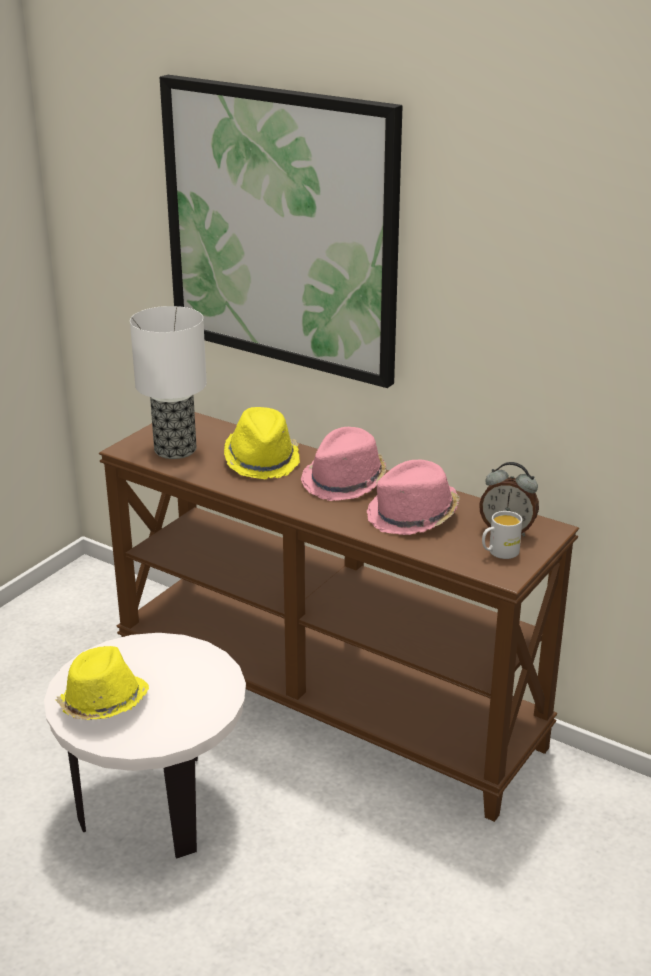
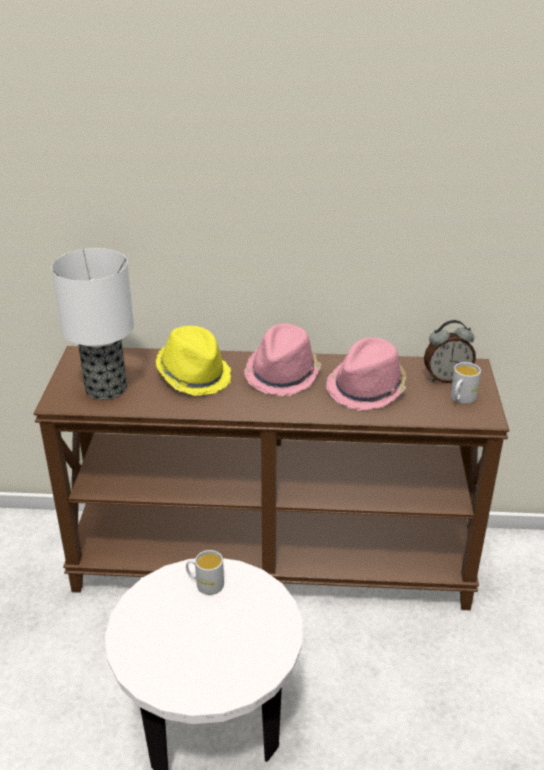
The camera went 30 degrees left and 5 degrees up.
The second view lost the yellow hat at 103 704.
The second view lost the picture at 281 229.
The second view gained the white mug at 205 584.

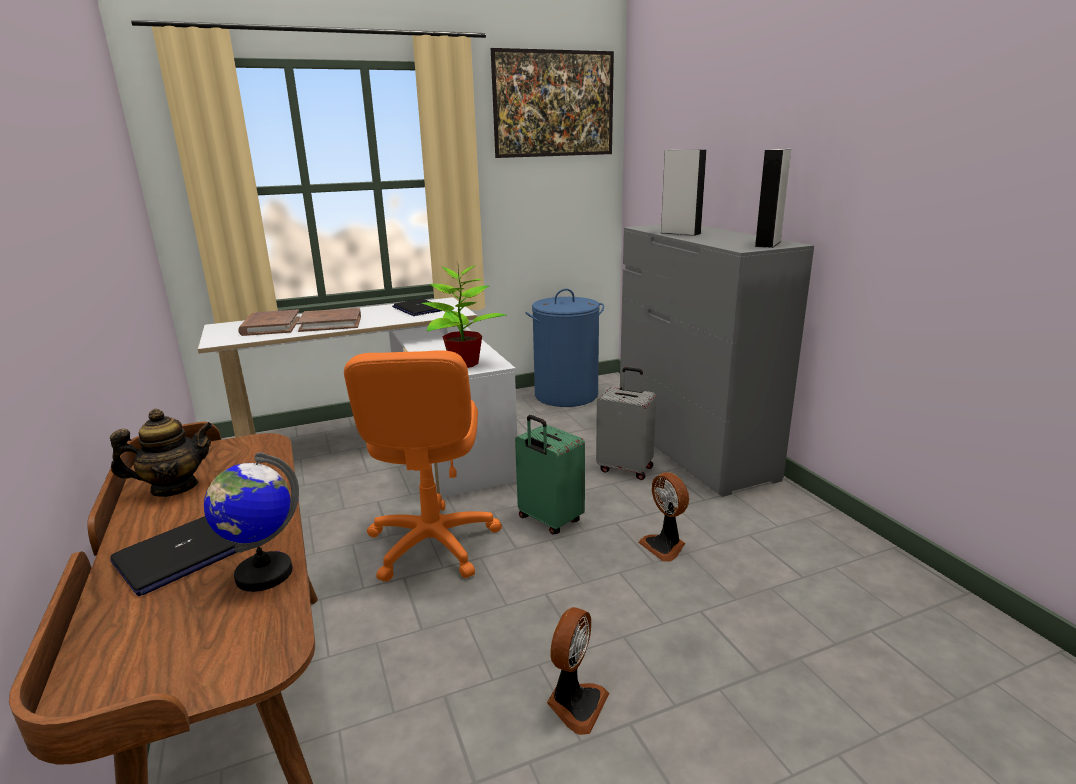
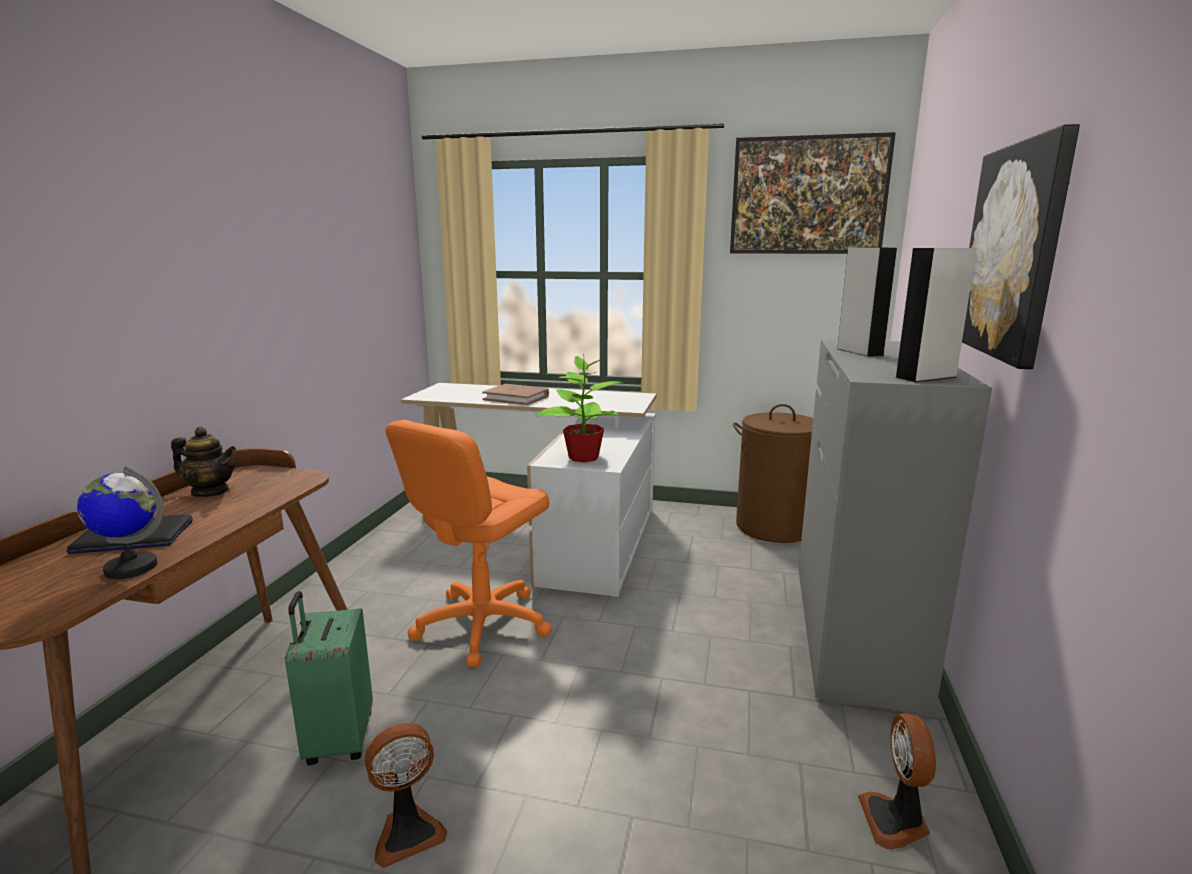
The camera went 35 degrees right and 5 degrees down.
The second view lost the brown book at 271 326.
The second view lost the laptop at 417 309.
The green suitcase ended up elsewhere, having gone from 549 520 to 338 740.
What was the blue laundry basket at 566 395 turned into the brown laundry basket at 774 527.
The second view lost the grey suitcase at 626 468.
The fan ended up elsewhere, having gone from 665 546 to 895 821.
The second view gained the picture at 1014 252.

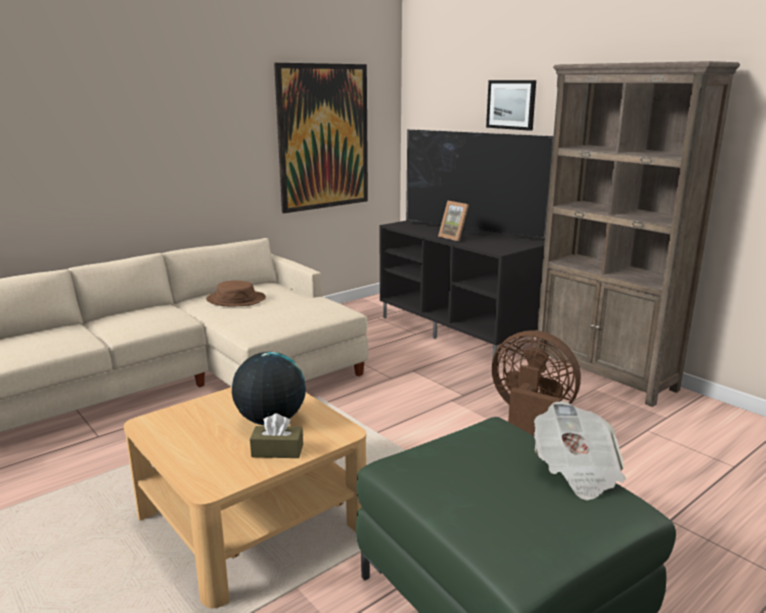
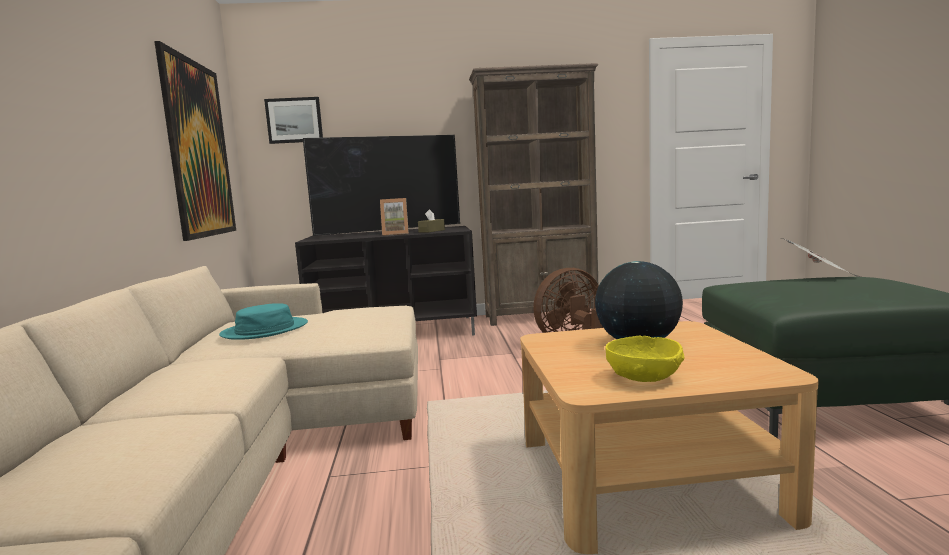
The camera went 55 degrees left and 10 degrees down.
What was the brown hat at 236 299 turned into the turquoise hat at 265 330.
The brown tissue box ended up elsewhere, having gone from 277 451 to 431 231.
The picture ended up elsewhere, having gone from 511 104 to 294 120.
The second view gained the yellow bowl at 643 377.

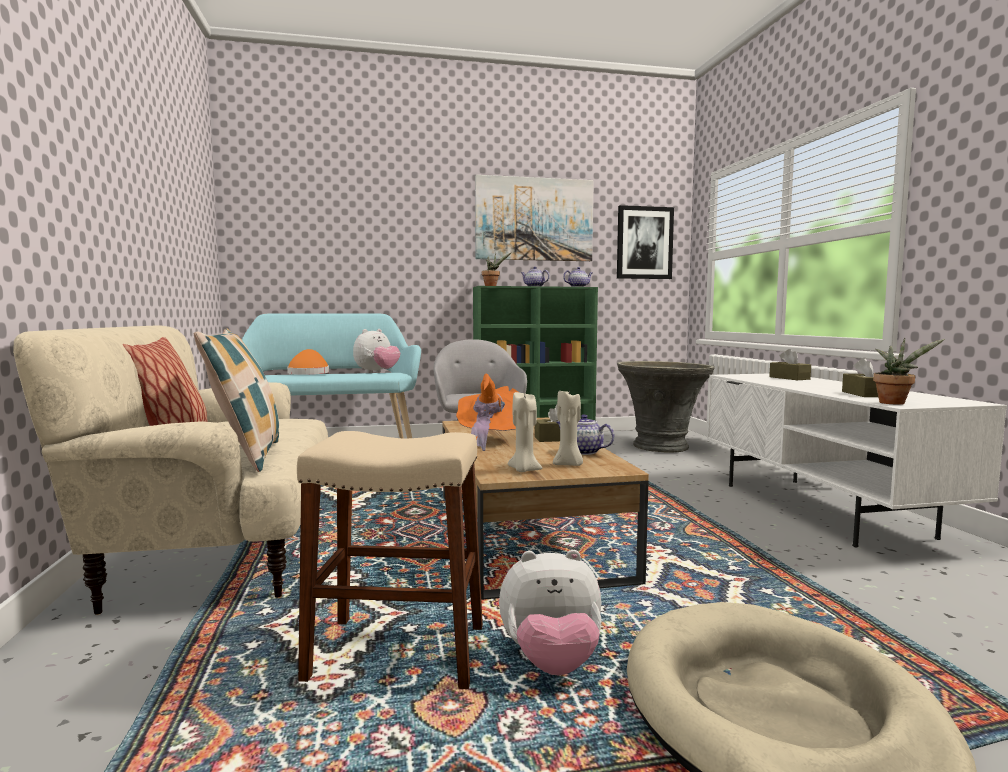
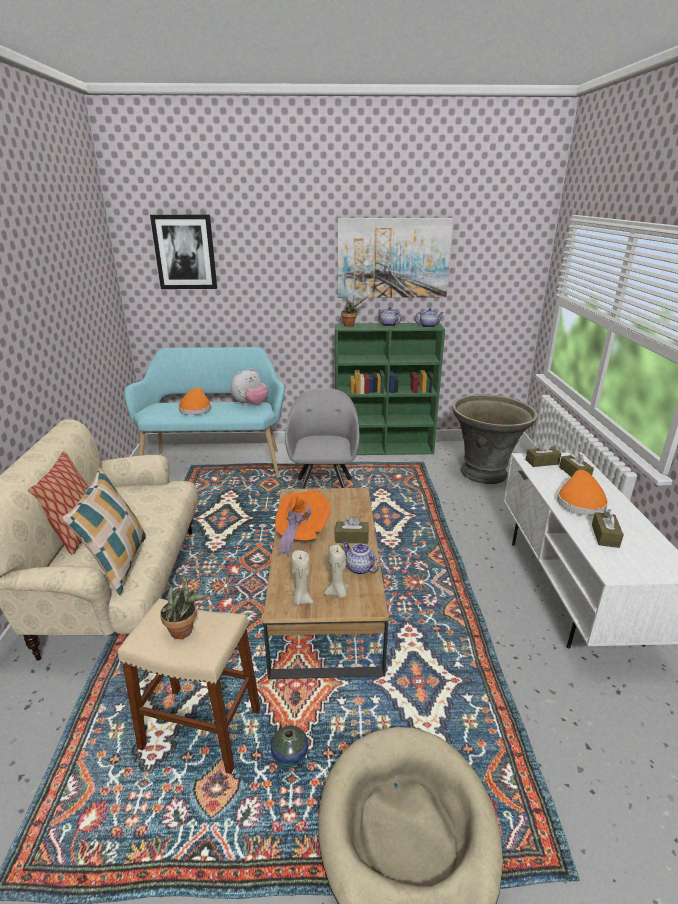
The camera went 10 degrees right and 20 degrees up.
Where the plush toy stood at 551 663, the vase came to stand at 290 754.
The picture ended up elsewhere, having gone from 644 243 to 185 252.
The potted plant ended up elsewhere, having gone from 895 403 to 185 631.
The second view gained the brown tissue box at 542 462.
The second view gained the orange hat at 579 502.

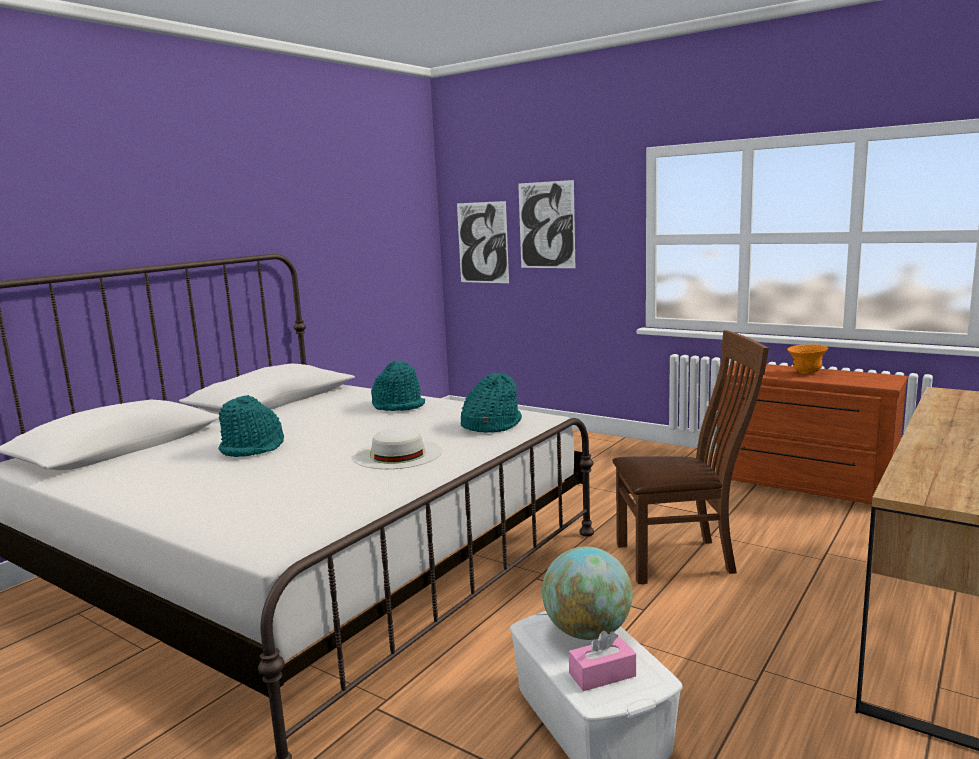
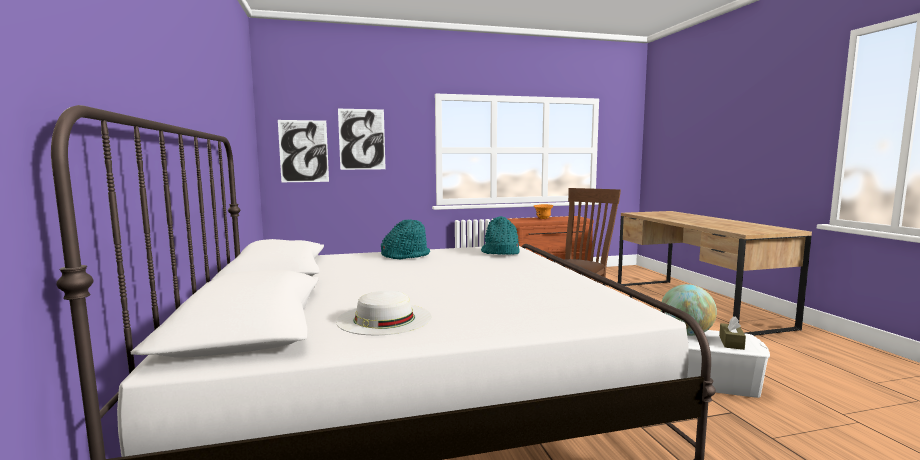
The camera went 50 degrees left and 5 degrees down.
The second view lost the turquoise hat at 253 448.
The white hat ended up elsewhere, having gone from 398 454 to 384 318.
What was the pink tissue box at 602 675 turned into the brown tissue box at 731 342.

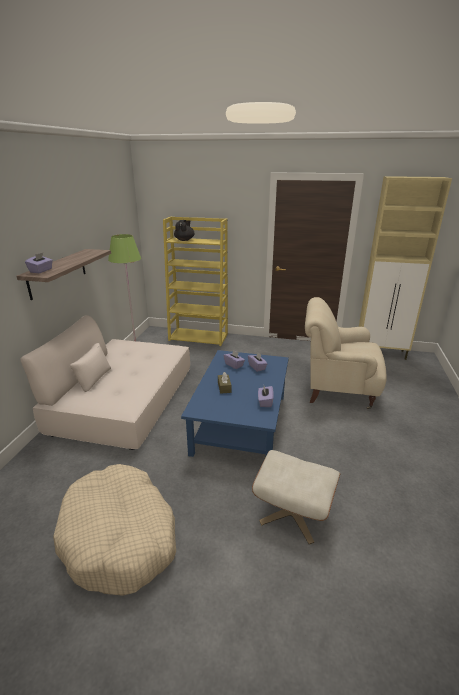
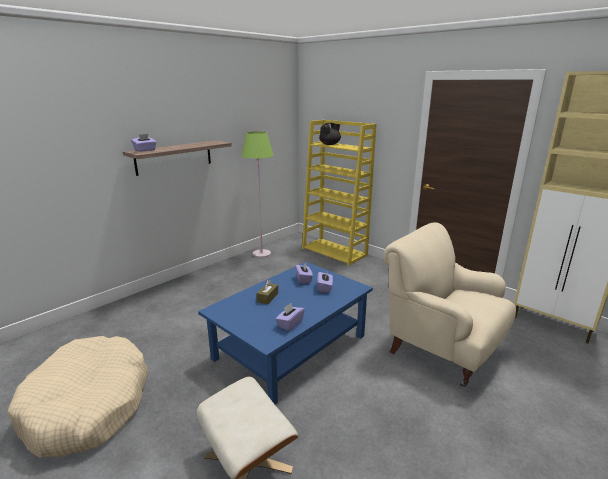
The camera went 30 degrees right and 5 degrees down.
The second view lost the beige sofa at 124 399.

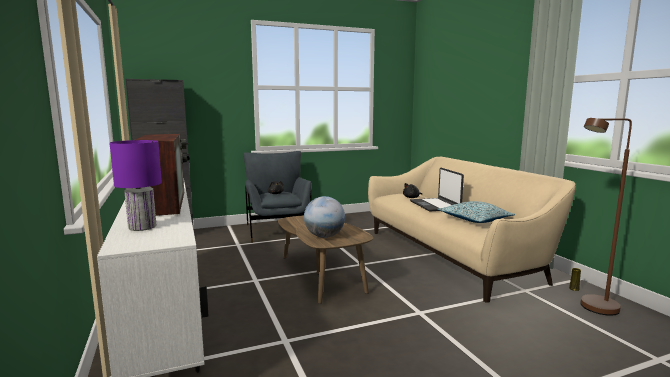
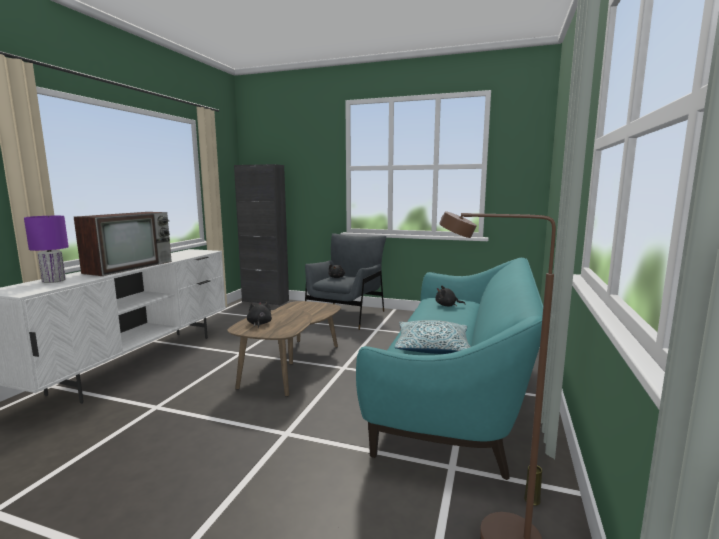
The camera went 40 degrees right and 0 degrees up.
Where the globe stood at 324 236, the black plush toy came to stand at 259 324.
What was the beige sofa at 451 255 turned into the turquoise sofa at 458 391.
The second view lost the laptop at 435 205.

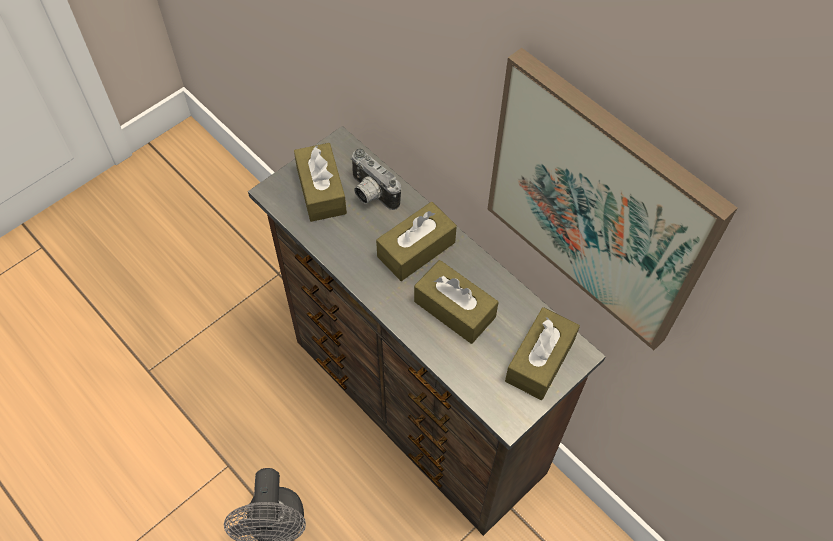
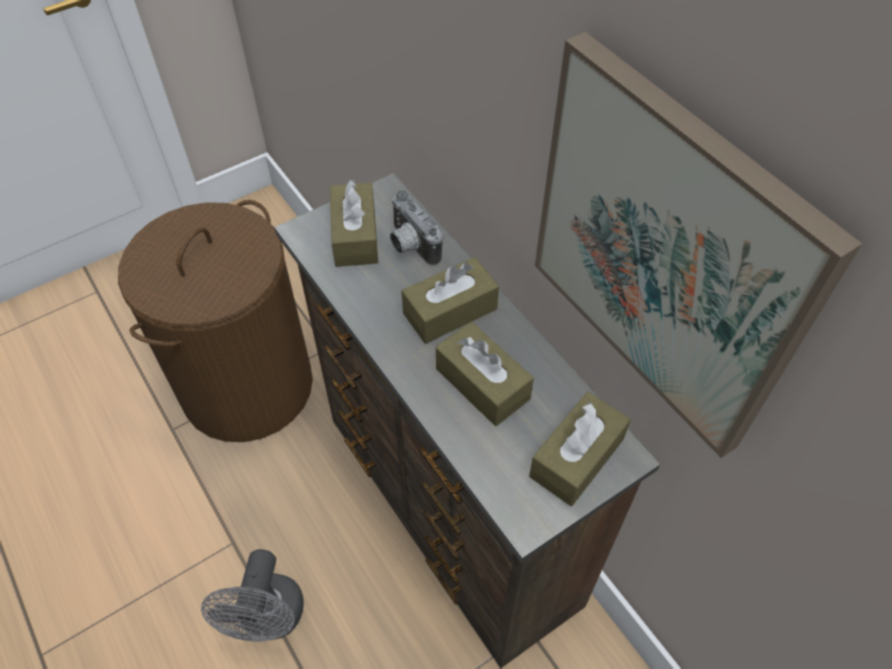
The camera went 10 degrees right and 5 degrees down.
The second view gained the brown laundry basket at 247 385.

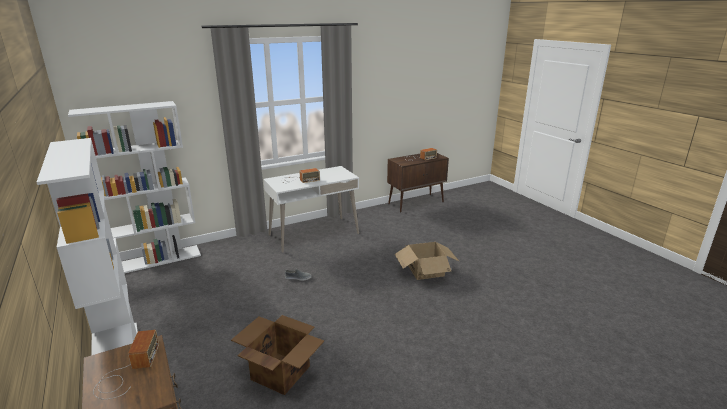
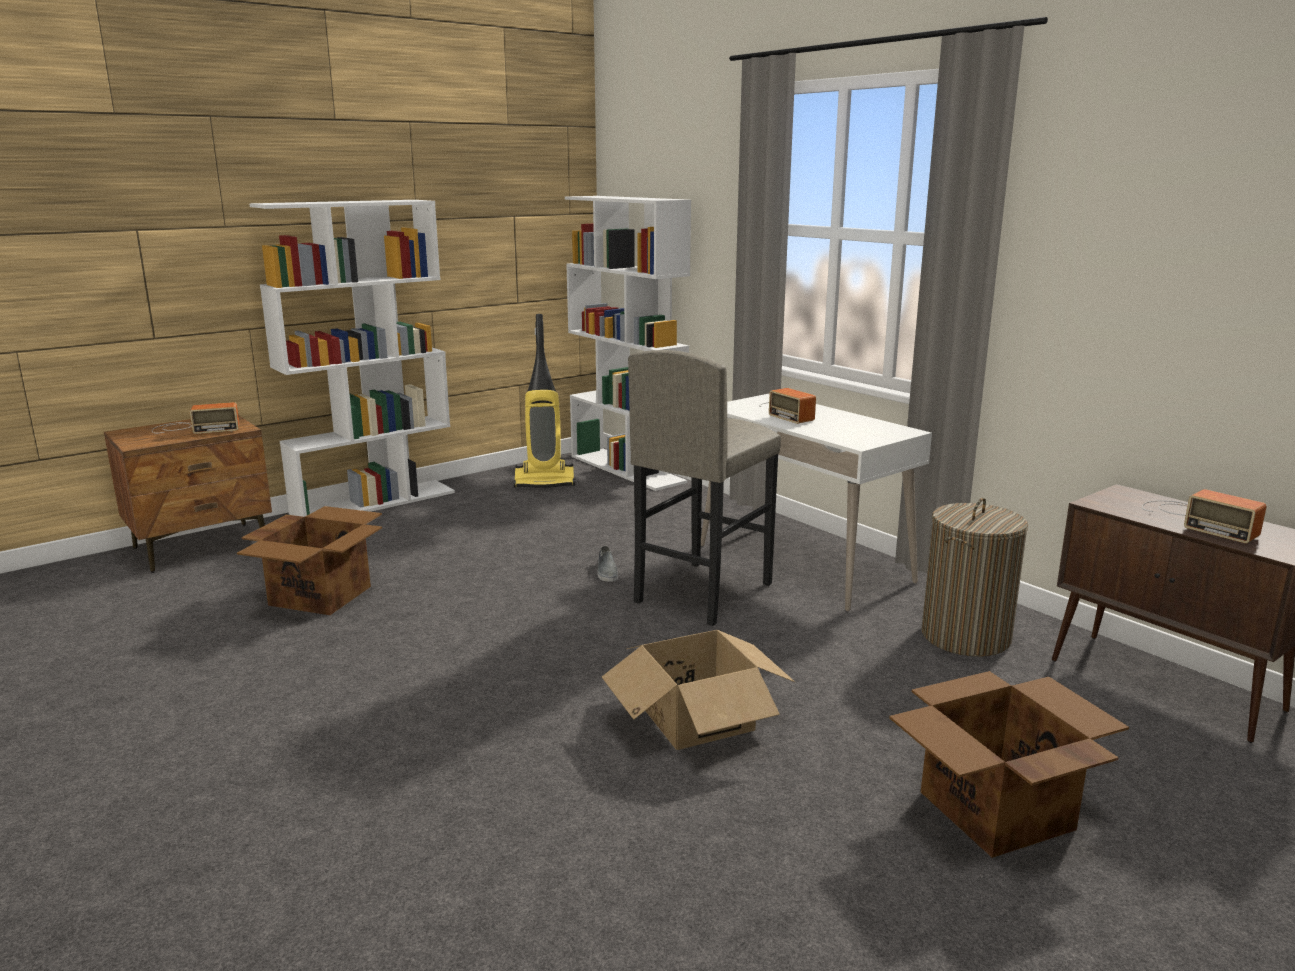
The camera went 80 degrees right and 5 degrees down.
The second view gained the vacuum cleaner at 545 481.
The second view gained the grey stool at 702 592.
The second view gained the cardboard box at 994 810.
The second view gained the laundry basket at 965 636.

